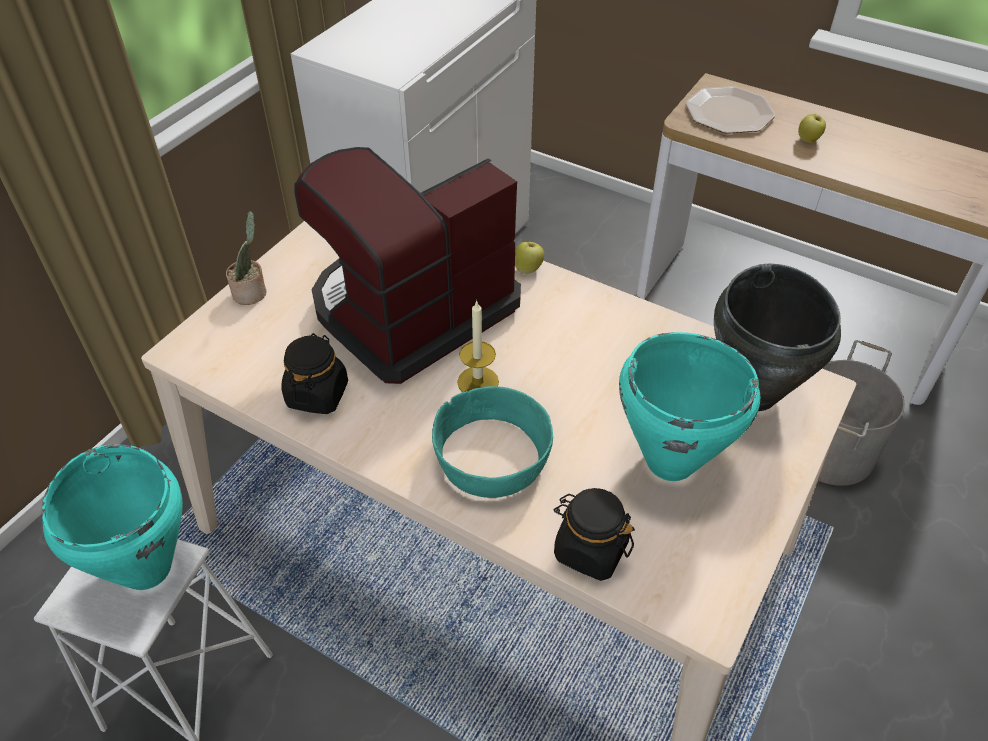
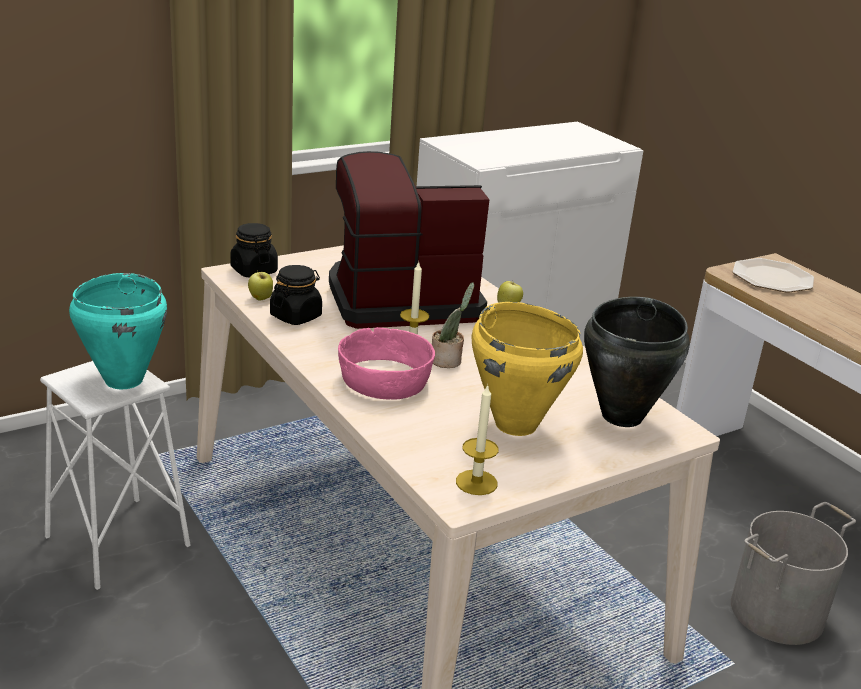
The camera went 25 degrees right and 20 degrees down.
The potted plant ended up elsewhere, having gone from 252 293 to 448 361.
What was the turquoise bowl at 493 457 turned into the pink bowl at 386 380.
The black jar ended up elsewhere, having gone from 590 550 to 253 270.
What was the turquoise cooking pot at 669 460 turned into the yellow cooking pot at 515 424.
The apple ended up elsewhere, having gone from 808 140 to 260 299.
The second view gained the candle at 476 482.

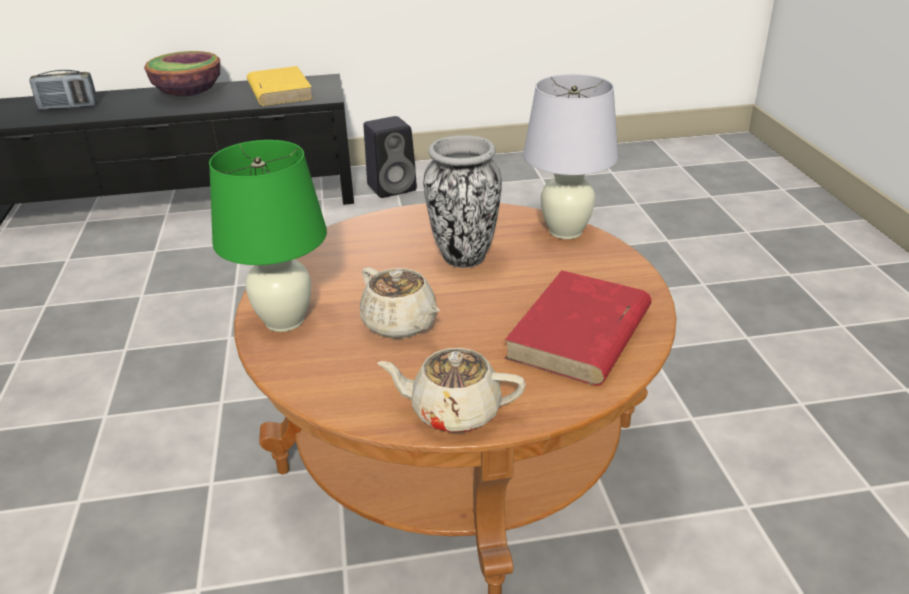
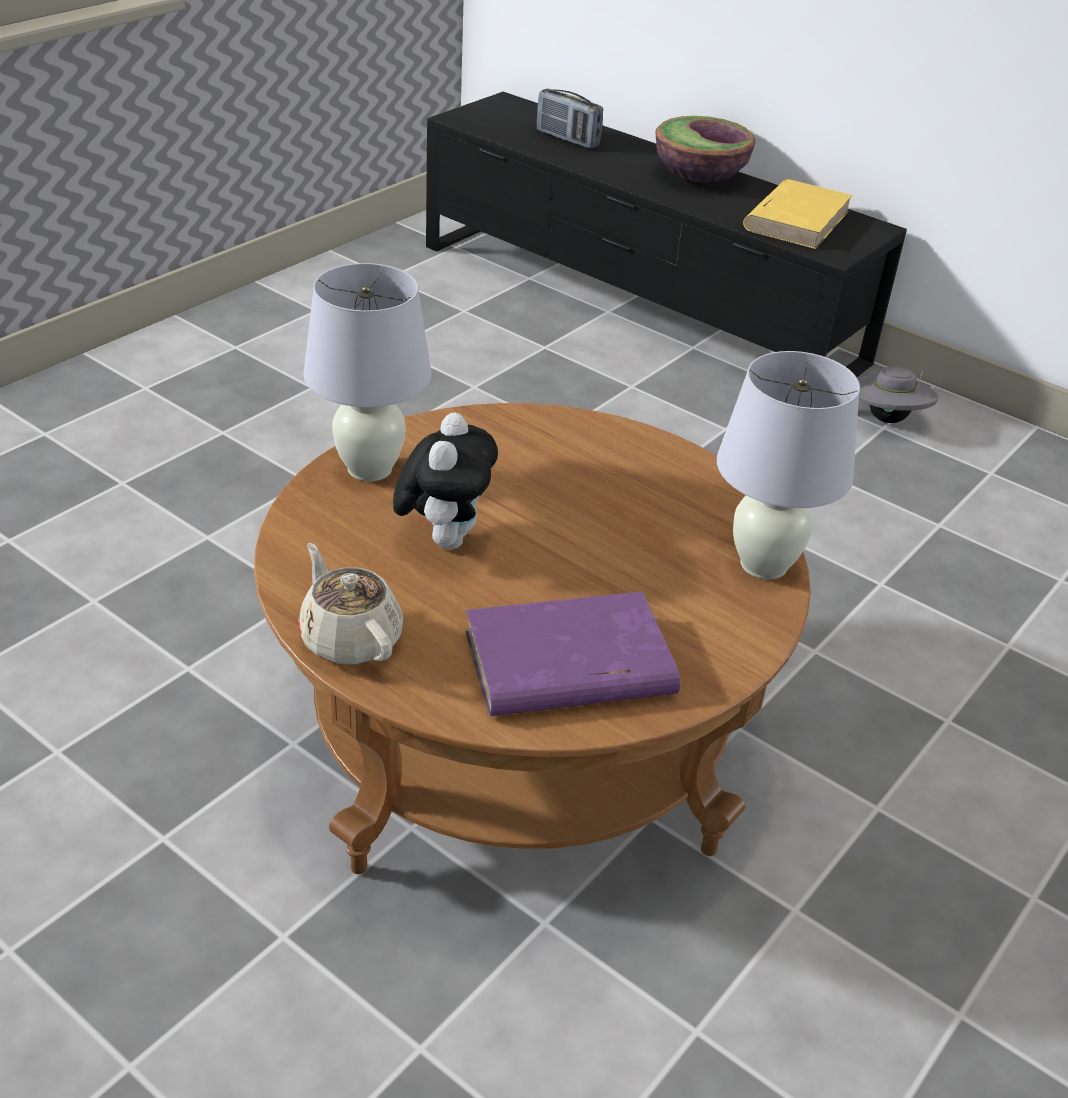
The camera went 45 degrees right and 5 degrees up.
What was the green table lamp at 284 321 turned into the white table lamp at 369 469.
Where the beige teapot stood at 400 324, the plush toy came to stand at 444 538.
Where the black speaker stood at 393 187, the grey hat came to stand at 888 419.
The second view lost the vase at 463 256.
What was the red book at 579 334 turned into the purple book at 566 665.

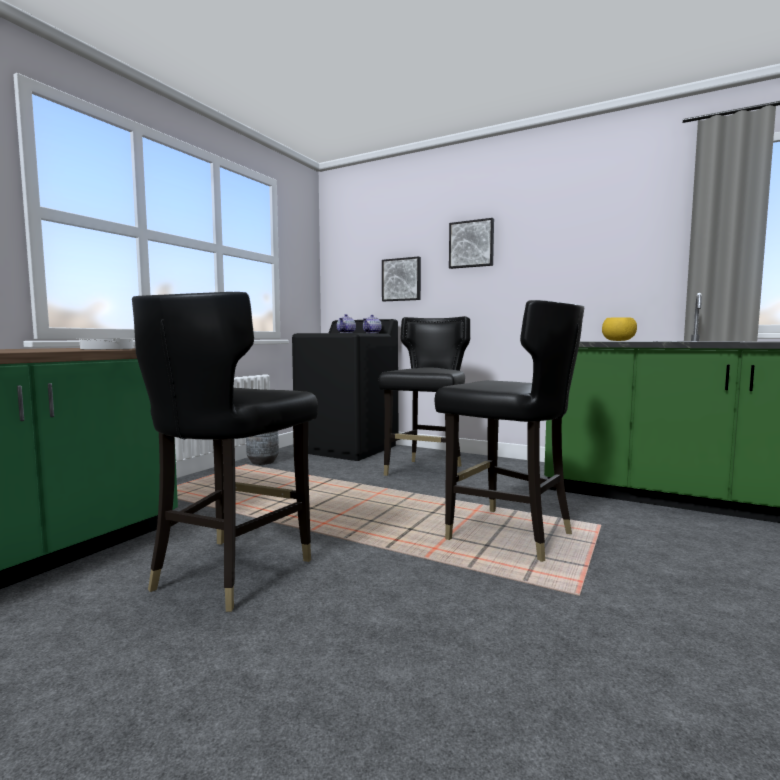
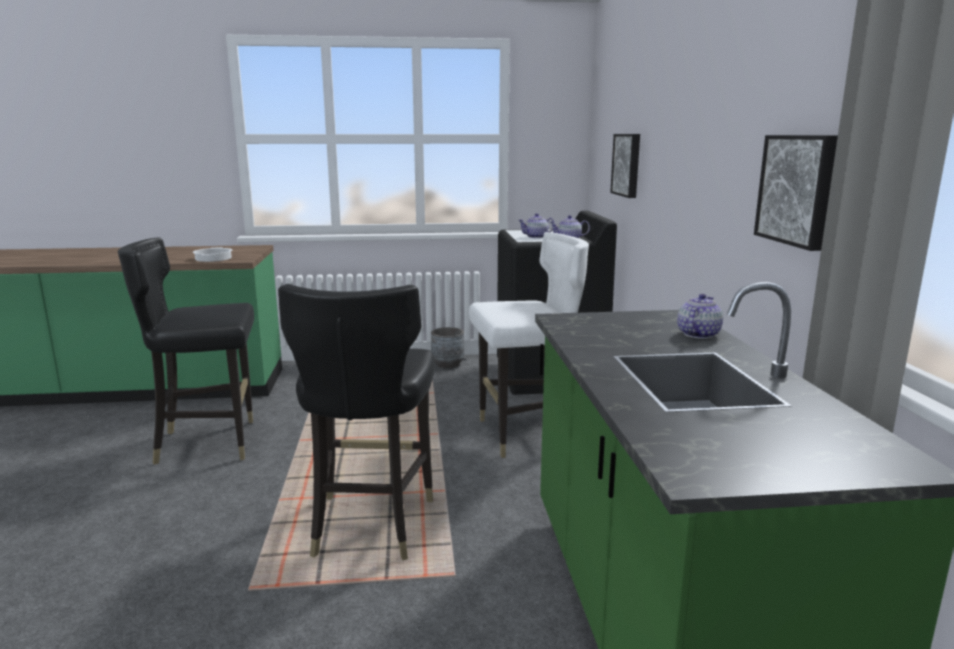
The camera went 55 degrees right and 10 degrees up.
What was the black chair at 427 471 turned into the white chair at 525 434.
The picture ended up elsewhere, having gone from 471 244 to 798 189.
Where the yellow bowl stood at 618 340, the teapot came to stand at 697 334.

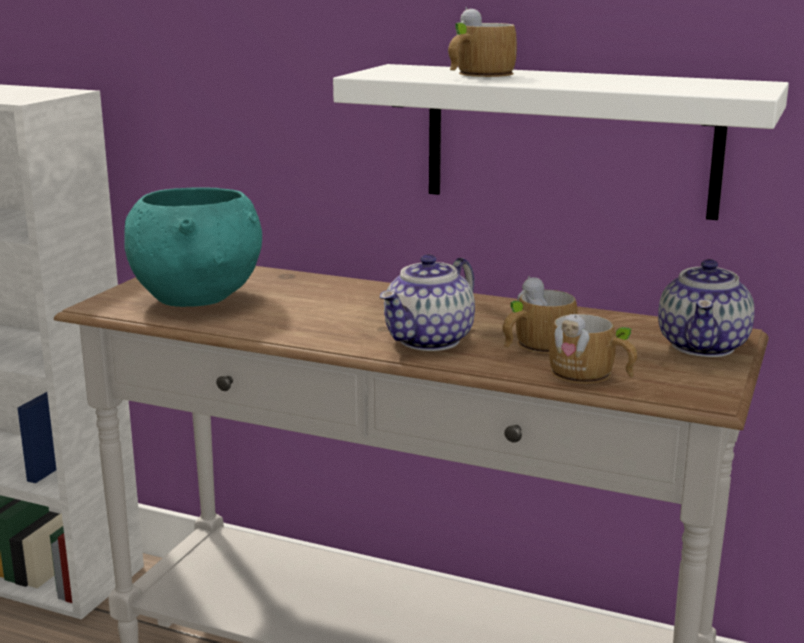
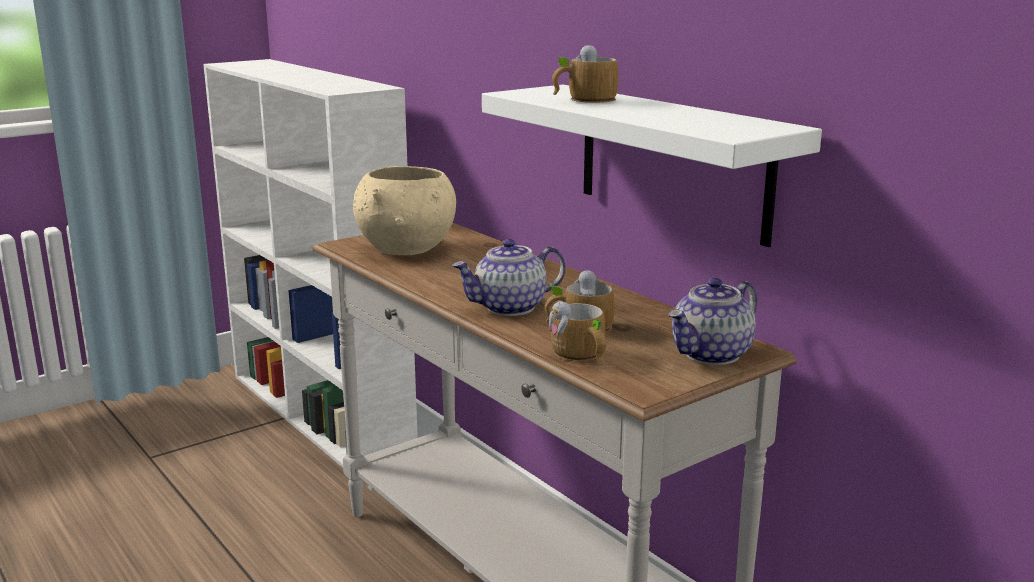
The camera went 30 degrees right and 0 degrees up.
What was the turquoise bowl at 198 298 turned into the beige bowl at 407 250.

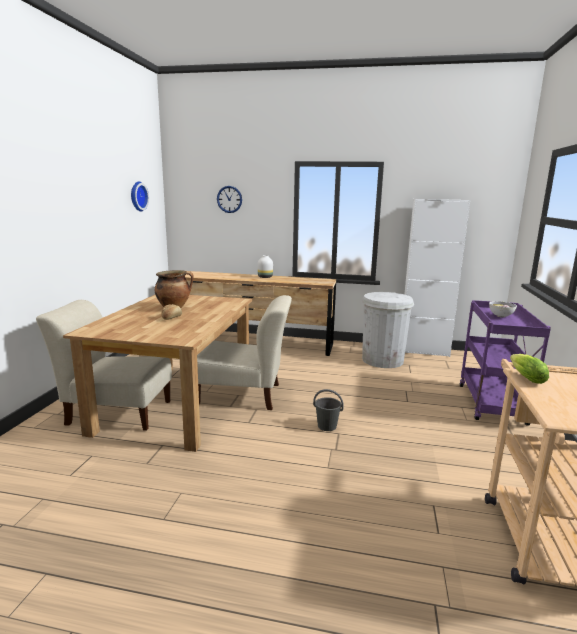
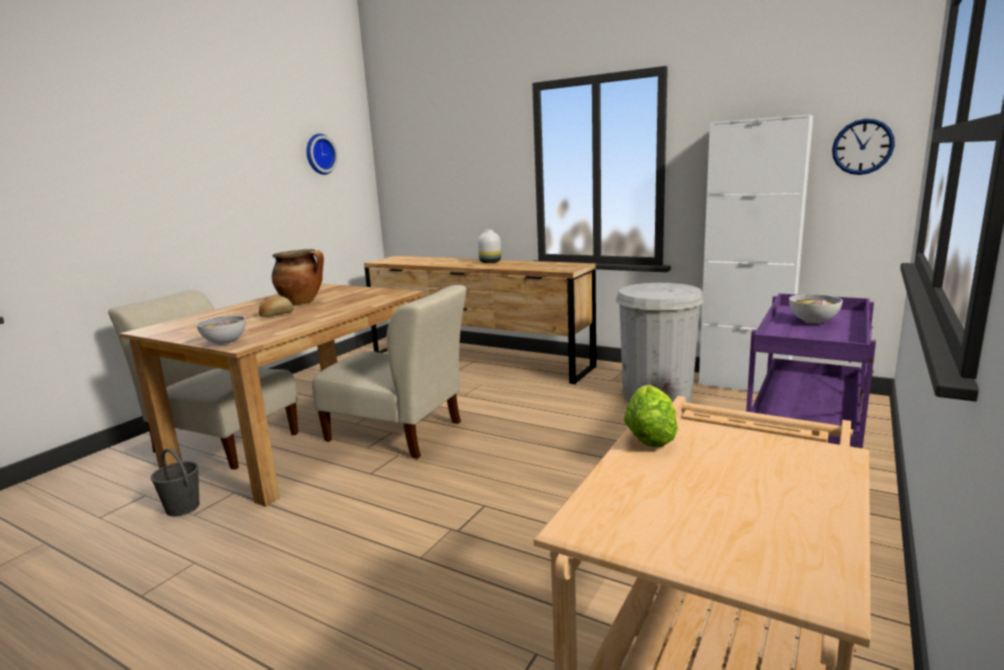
The camera went 20 degrees right and 0 degrees up.
The wall clock ended up elsewhere, having gone from 229 199 to 862 147.
The grey bucket ended up elsewhere, having gone from 326 426 to 182 507.
The second view gained the bowl at 225 343.

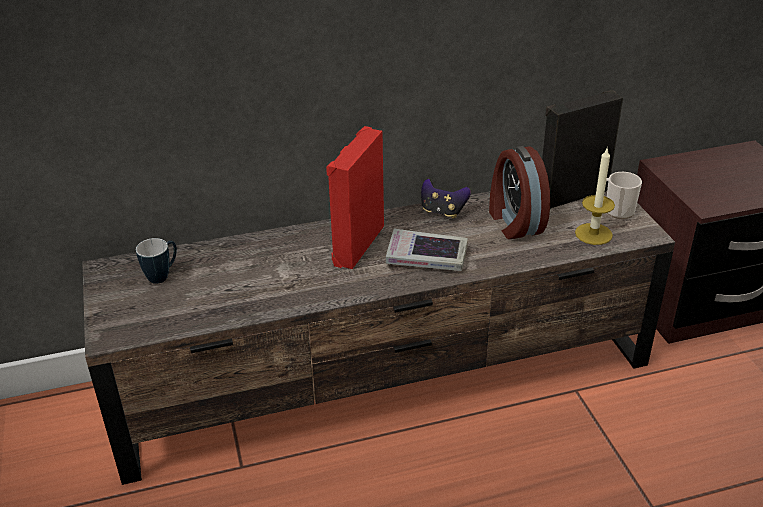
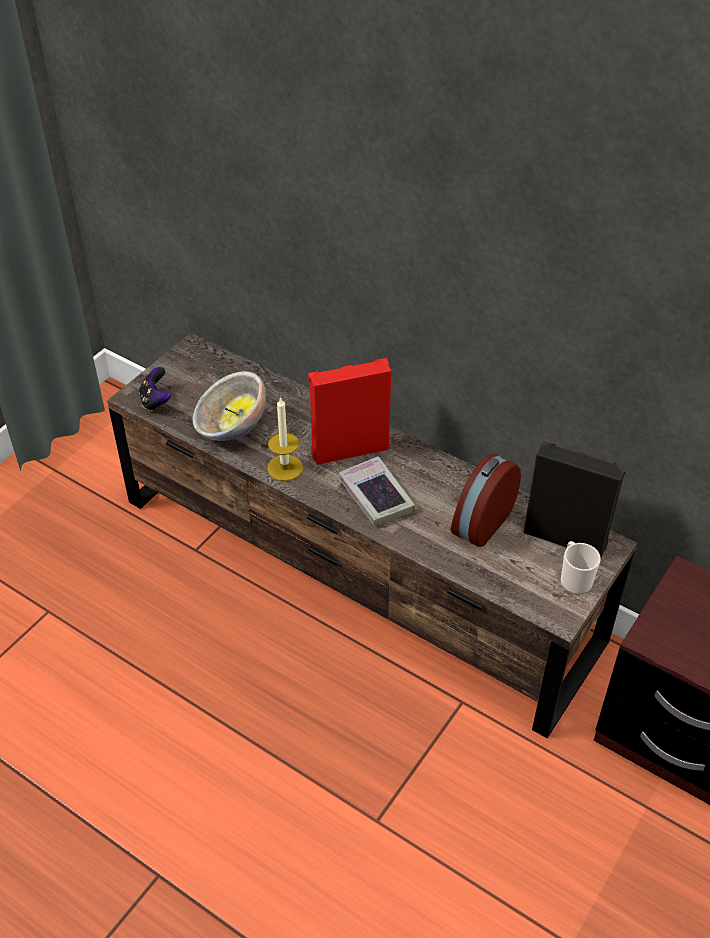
The camera went 50 degrees right and 10 degrees up.
The second view lost the mug at 163 275.
The game controller ended up elsewhere, having gone from 443 211 to 156 401.
The candle ended up elsewhere, having gone from 593 234 to 285 468.
The second view gained the bowl at 231 428.

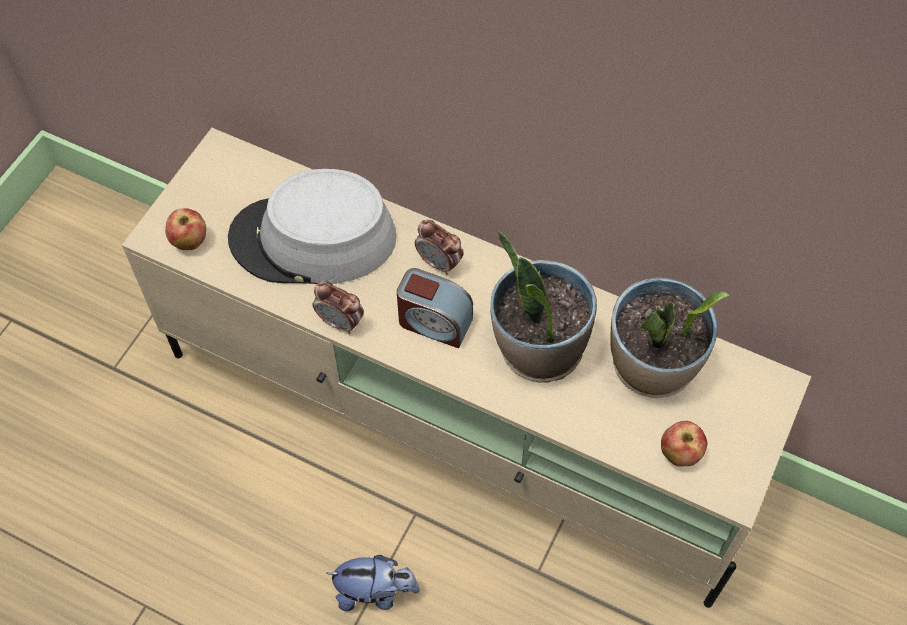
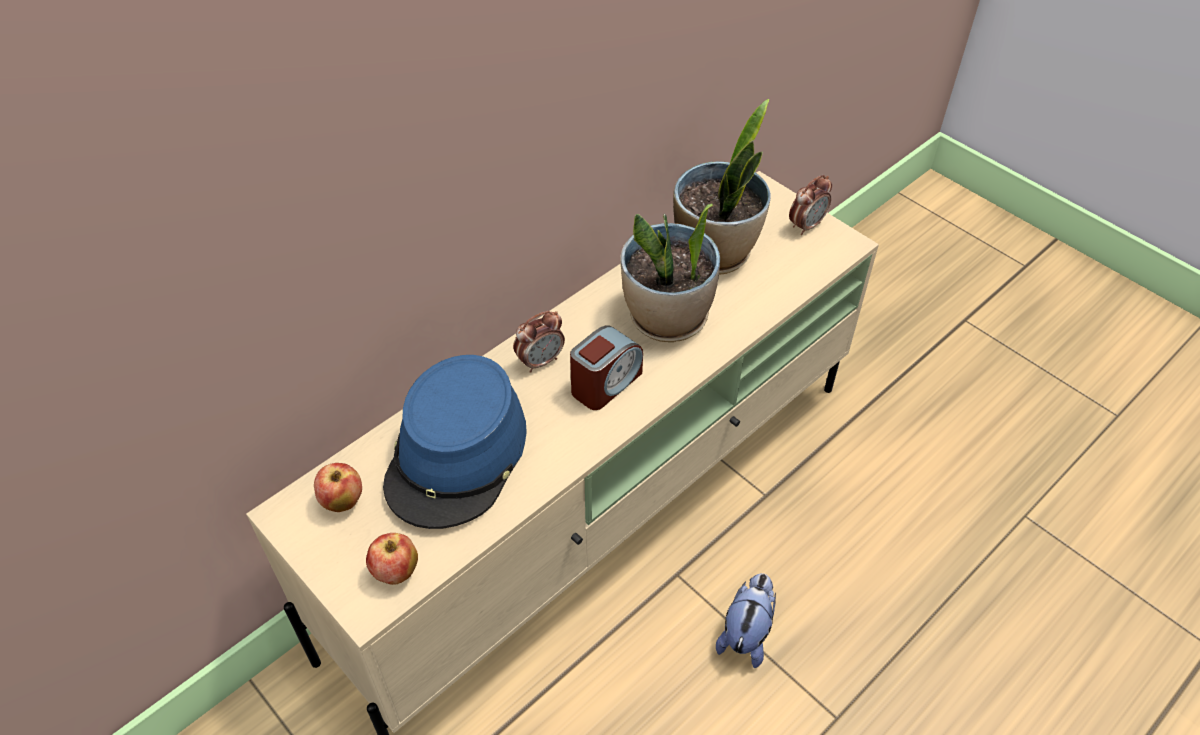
The camera went 70 degrees left and 10 degrees down.
What was the grey hat at 313 239 turned into the blue hat at 457 455.
The alarm clock ended up elsewhere, having gone from 340 322 to 806 225.
The apple ended up elsewhere, having gone from 679 453 to 342 501.

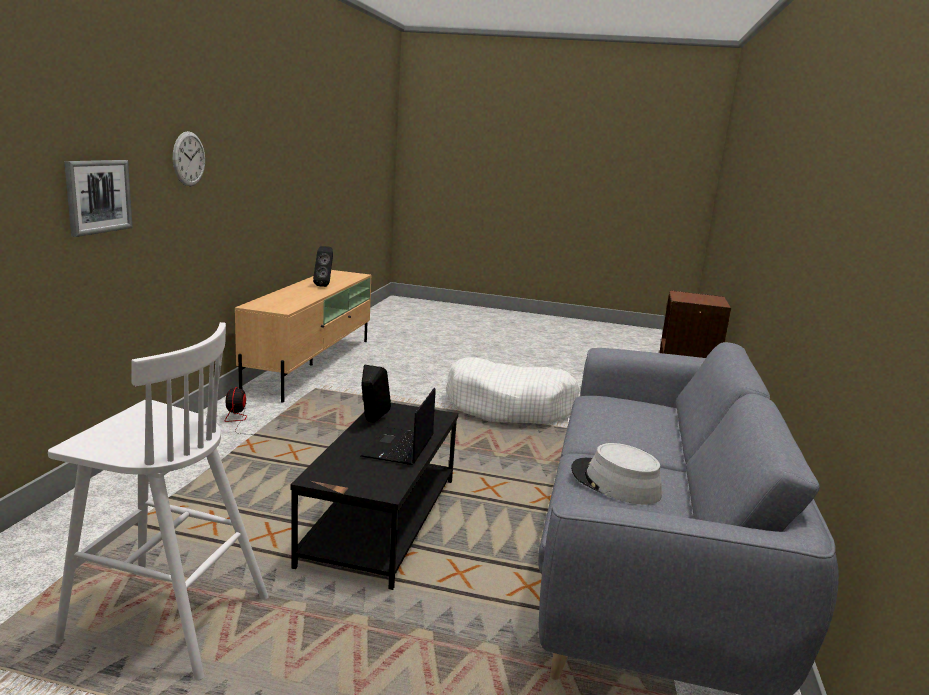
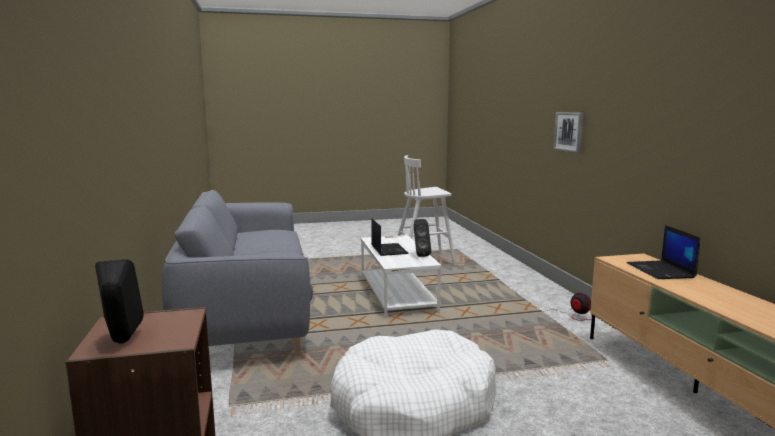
The camera went 155 degrees right and 5 degrees down.
The second view lost the wall clock at 189 159.
What was the black coffee table at 382 521 turned into the white coffee table at 396 294.
The black speaker ended up elsewhere, having gone from 325 285 to 122 342.
The second view lost the grey hat at 614 482.
The second view gained the laptop at 661 271.

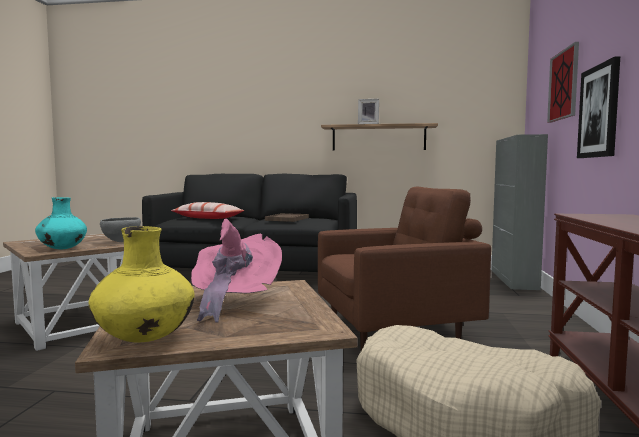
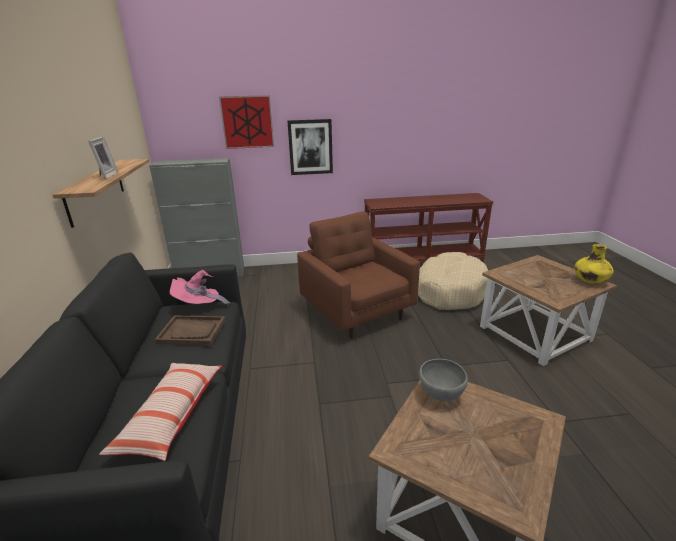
The camera went 105 degrees left and 20 degrees up.
The second view lost the turquoise vase at 62 249.
The pink hat ended up elsewhere, having gone from 233 302 to 199 307.

